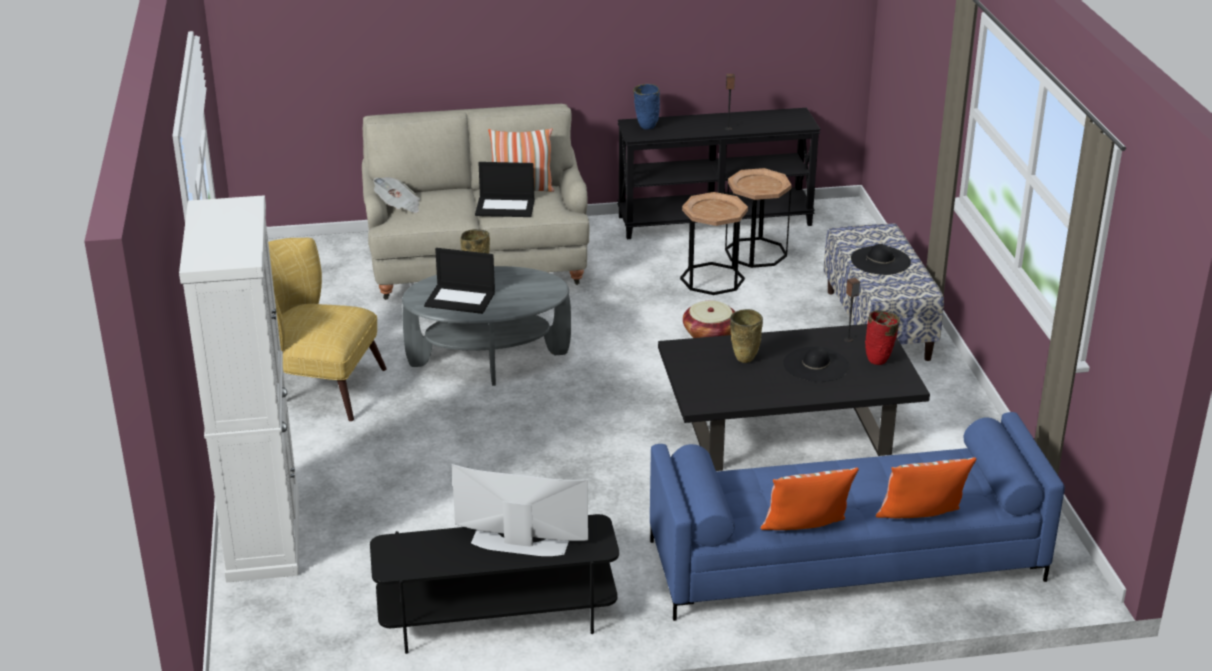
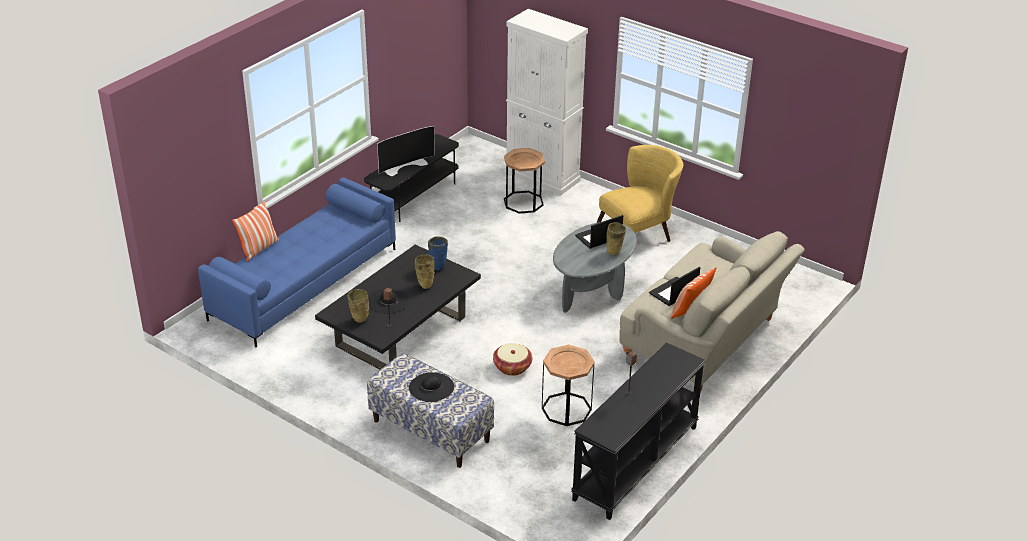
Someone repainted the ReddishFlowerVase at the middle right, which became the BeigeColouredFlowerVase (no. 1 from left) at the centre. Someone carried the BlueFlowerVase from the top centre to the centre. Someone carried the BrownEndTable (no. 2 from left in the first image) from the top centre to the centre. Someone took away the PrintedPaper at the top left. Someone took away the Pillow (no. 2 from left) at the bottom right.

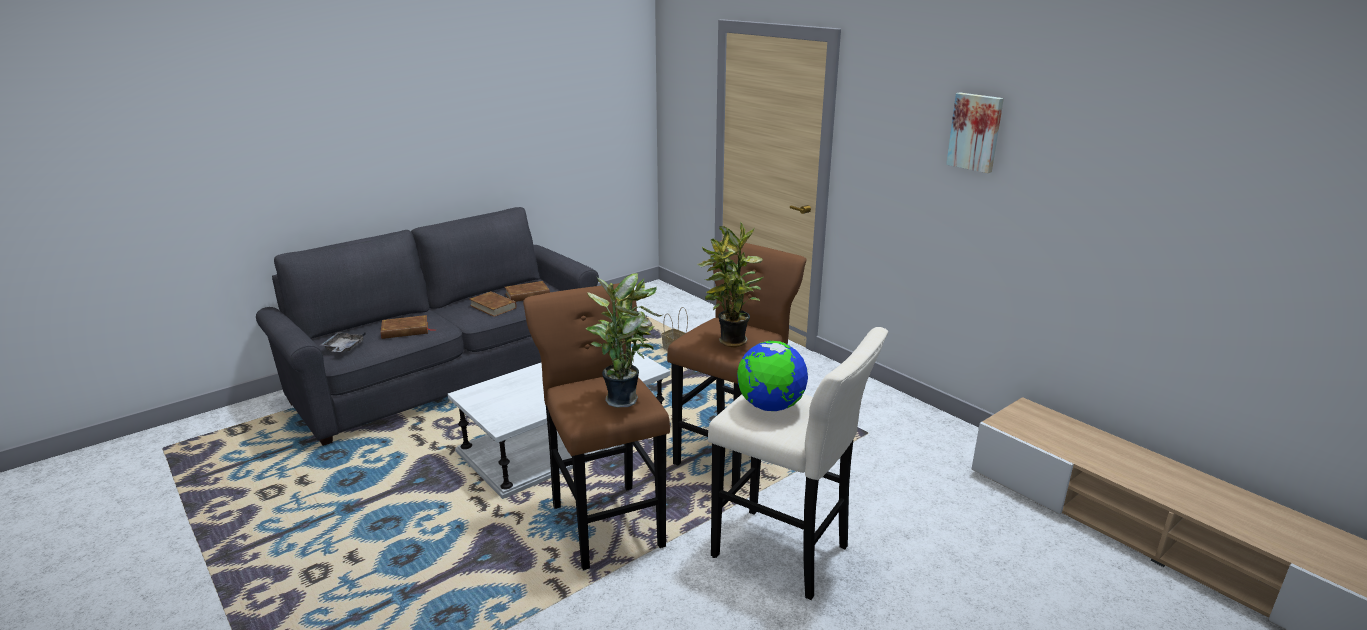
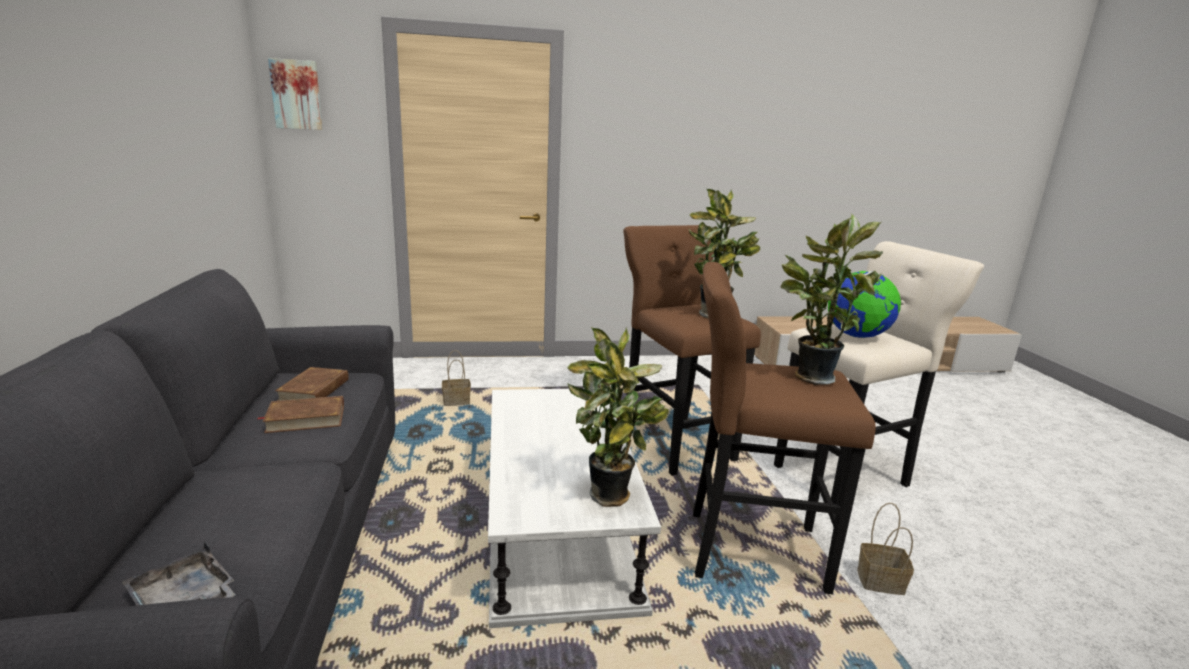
Someone carried the WallPicture from the top right to the top left. Someone put down the PlantInAPot (no. 1 from left) at the centre. Someone put down the HouseholdBasket (no. 2 from left) at the bottom right. Someone took away the BrownBook (no. 1 from left) at the middle left.

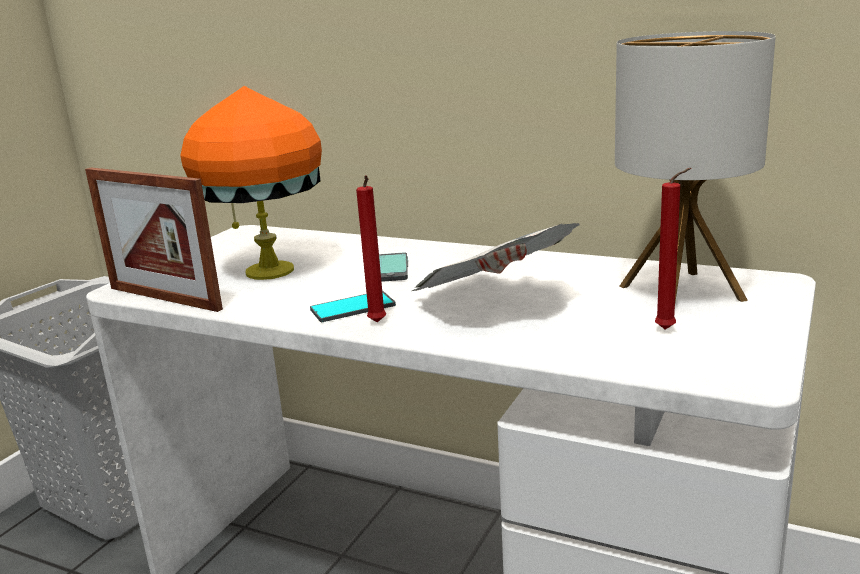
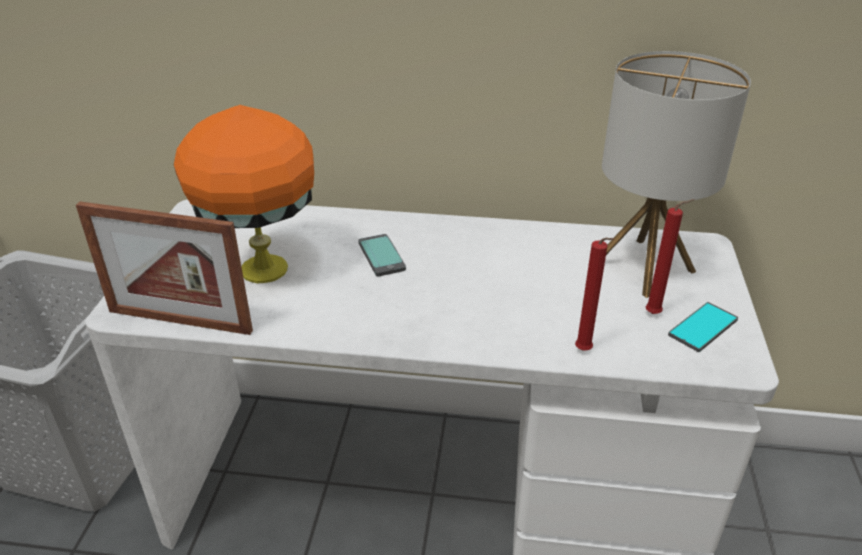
Someone carried the ReddishWaxLight (no. 1 from left) from the centre to the middle right. Someone carried the Handset (no. 1 from left in the first image) from the centre to the middle right. Someone took away the PrintedPaper at the centre.

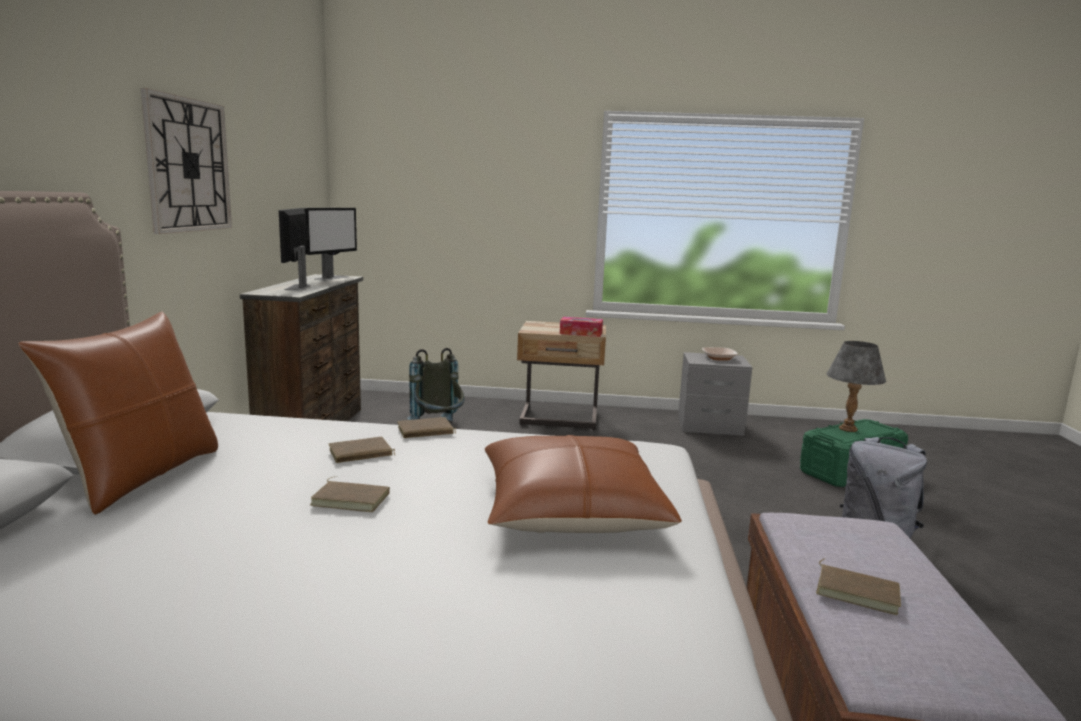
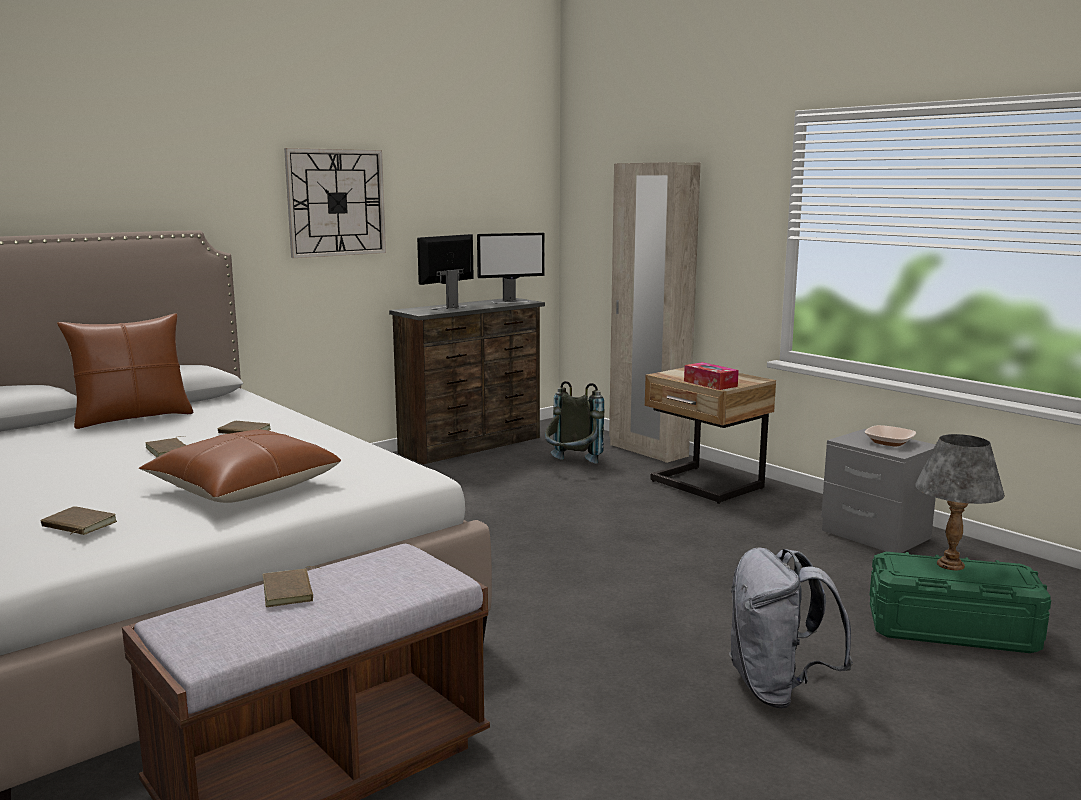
Someone carried the BrownBook (no. 3 from left in the first image) from the centre to the middle left. Someone put down the BeigeColouredClothesCupboard at the centre.

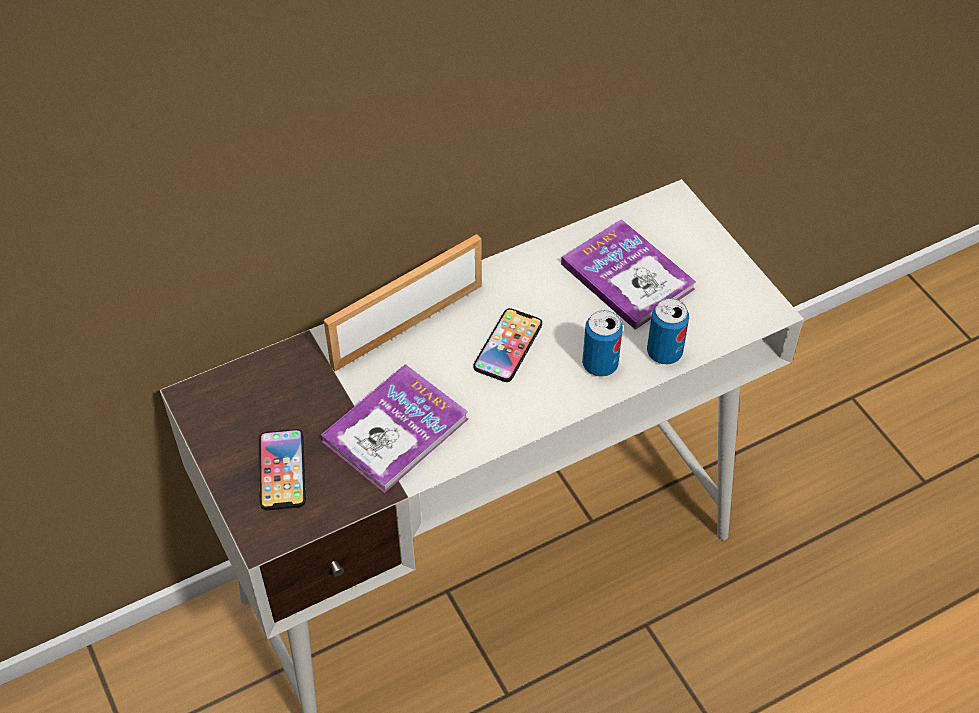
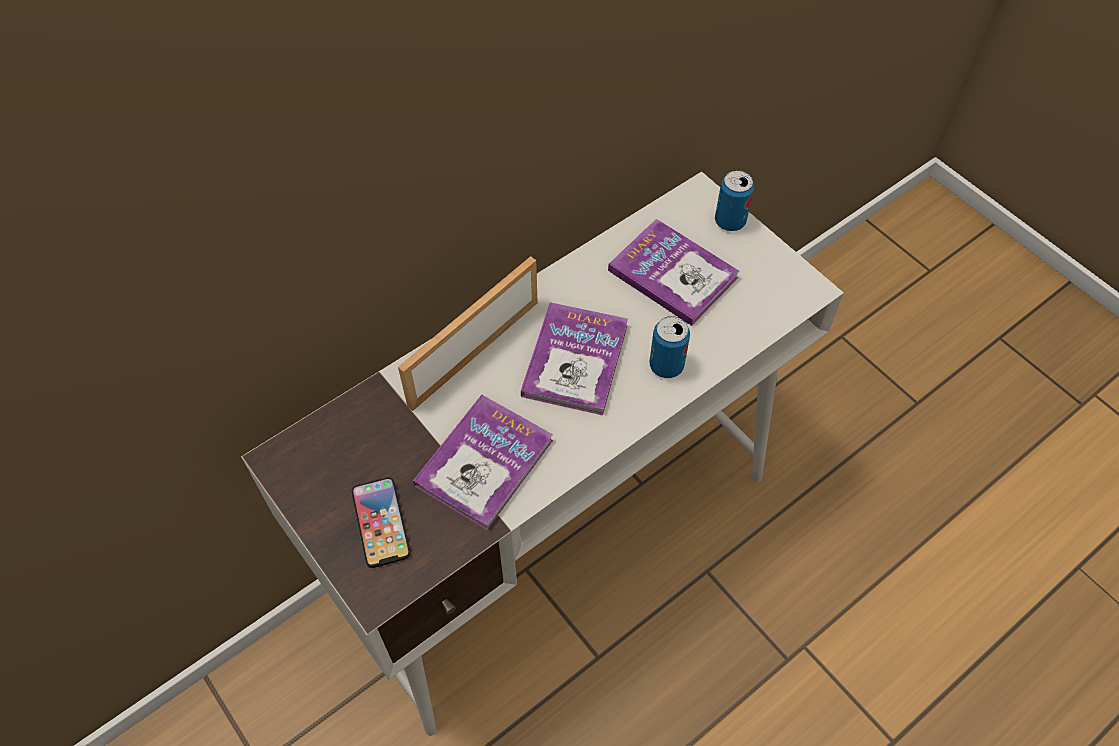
Someone swapped the Handset (no. 2 from left) at the centre for the Book (no. 2 from left) at the centre. Someone carried the SealedCan (no. 2 from left) from the middle right to the top centre.

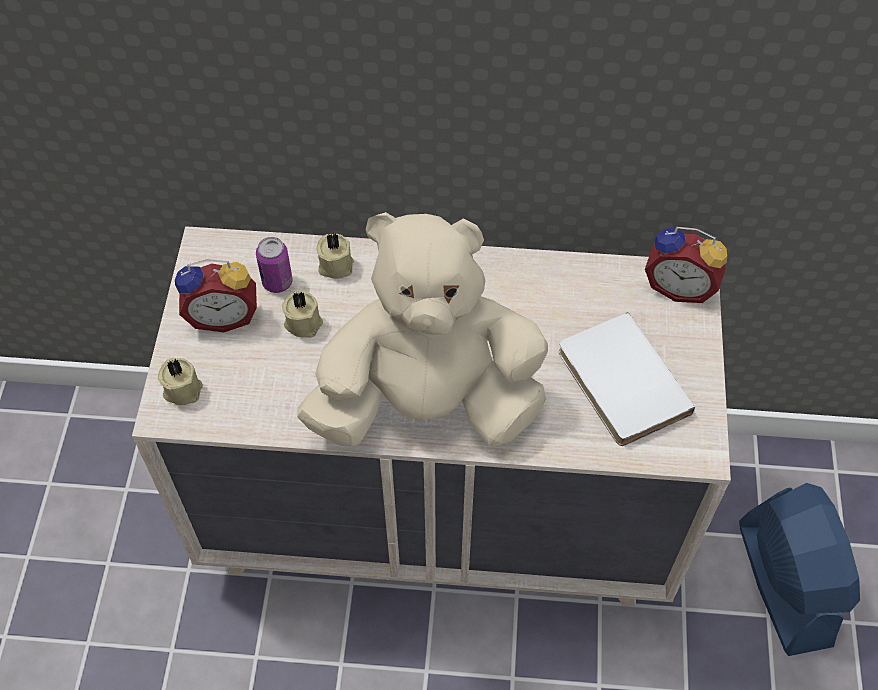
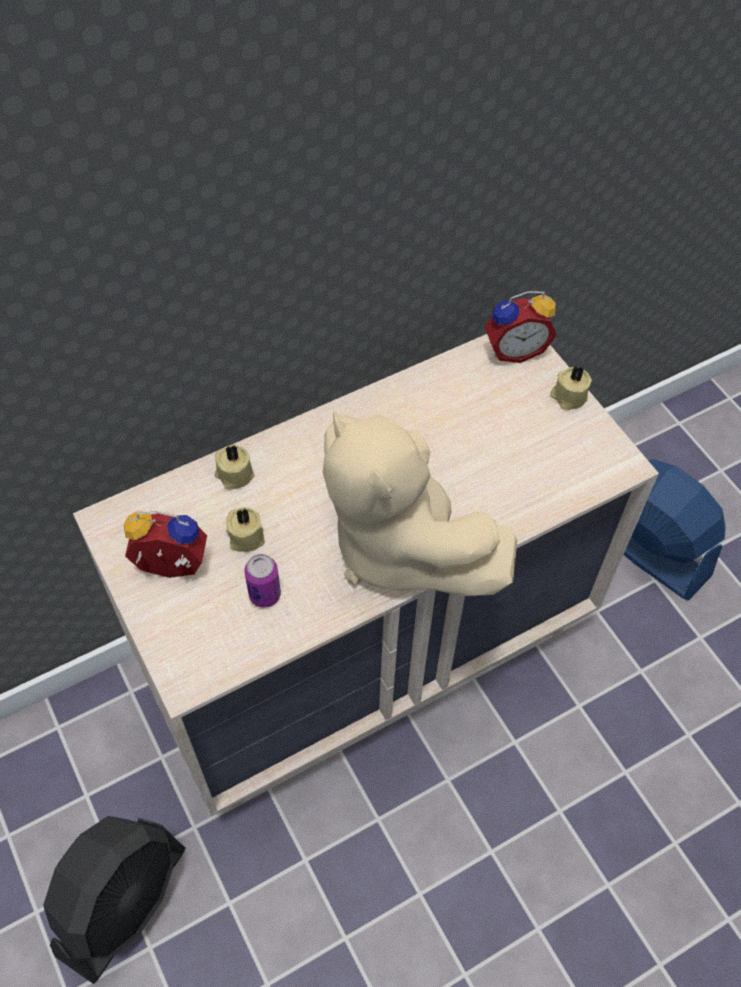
Someone put down the BlackishCoolingFan at the bottom left. Someone rotated the AlarmClock (no. 1 from left) at the middle left by 135 degrees counterclockwise. Someone carried the SealedCan from the middle left to the centre. Someone rotated the BeigeColouredPlushToy at the centre by 90 degrees counterclockwise. Someone carried the BeigeColouredWaxLight (no. 1 from left in the first image) from the middle left to the middle right. Someone took away the WhiteColouredBook at the middle right.

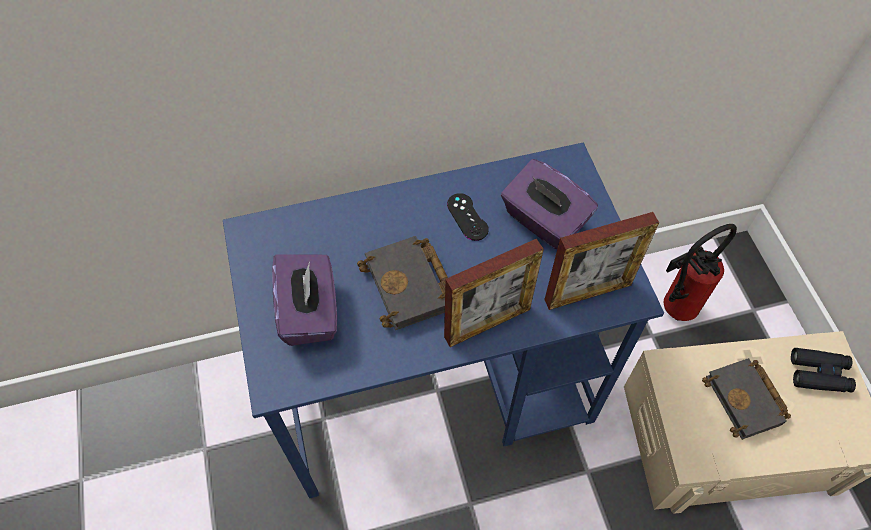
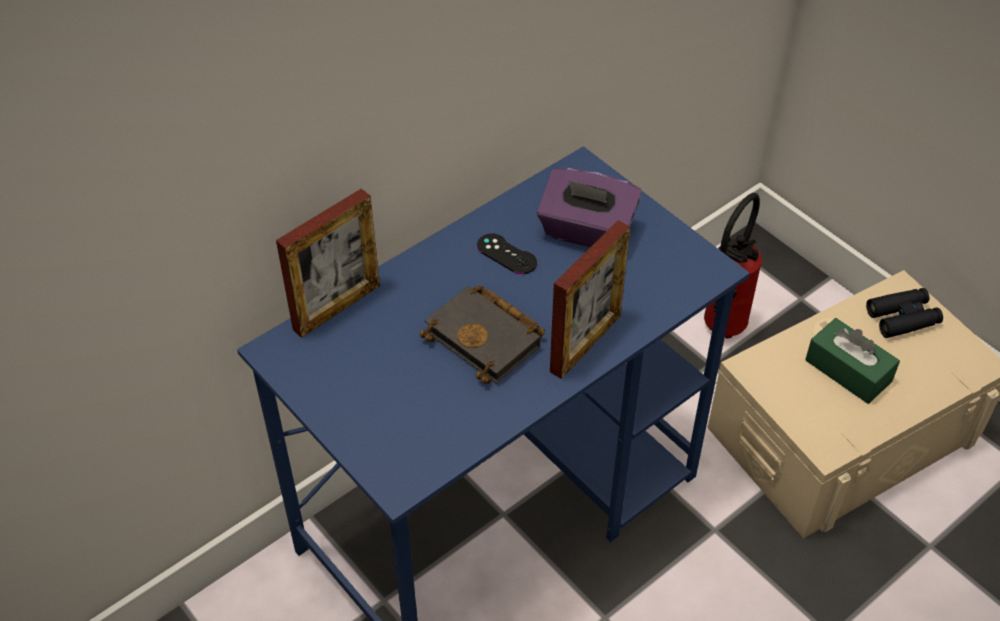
Someone carried the StandingFrame (no. 2 from left in the first image) from the middle right to the middle left. Someone swapped the BlackishBook (no. 2 from left) at the bottom right for the GreenishTissueHolder at the middle right. Someone took away the PurpleColouredTissueHolder (no. 1 from left) at the centre.

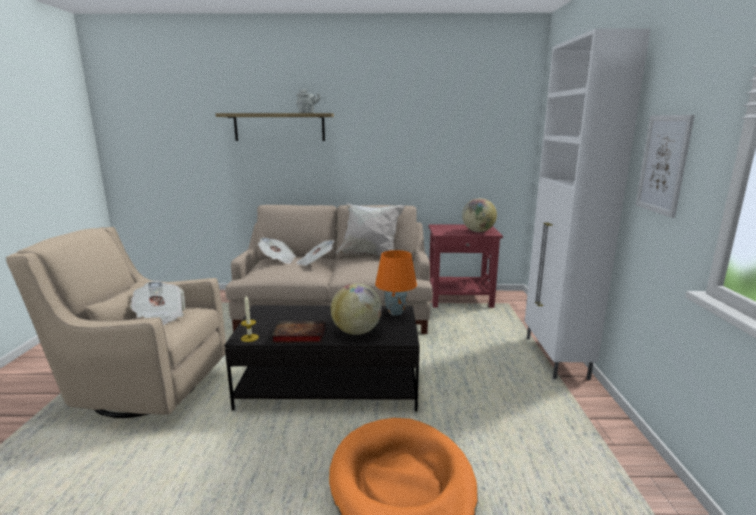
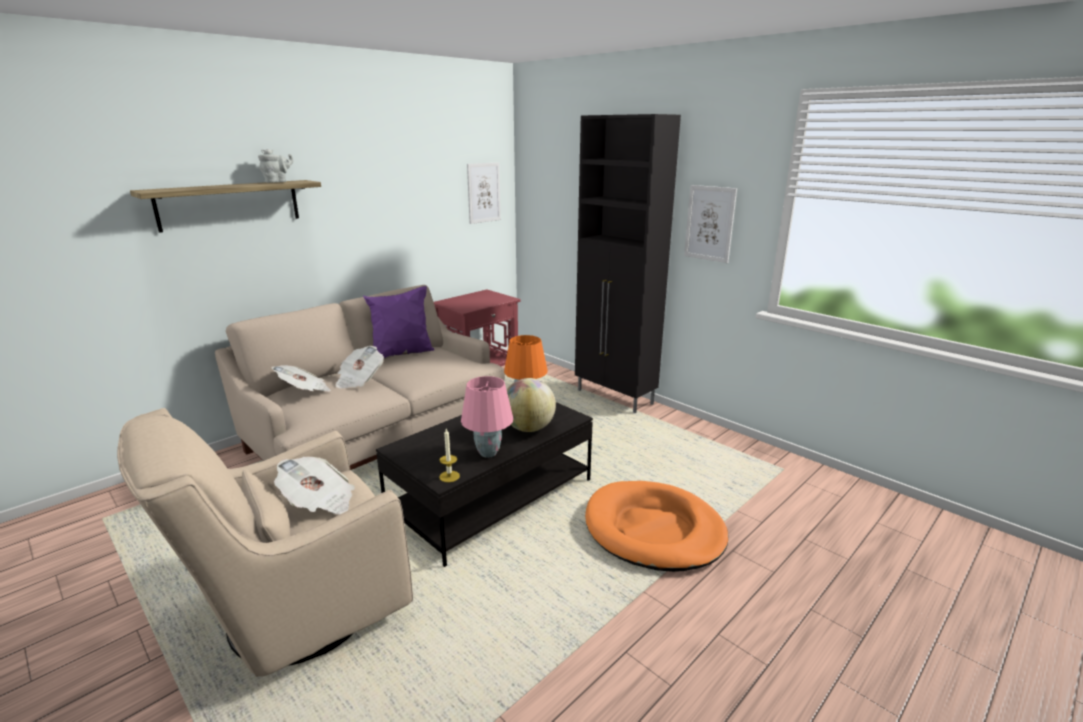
Someone repainted the WhiteColouredPillow at the centre, which became the PurpleColouredPillow at the centre. Someone swapped the Book at the centre for the PinkColouredLampForATable at the centre. Someone put up the WallPicture (no. 1 from left) at the top centre. Someone repainted the WhiteColouredCabinet at the middle right, which became the BlackishCabinet at the centre. Someone took away the DeskGlobe (no. 2 from left) at the centre.

